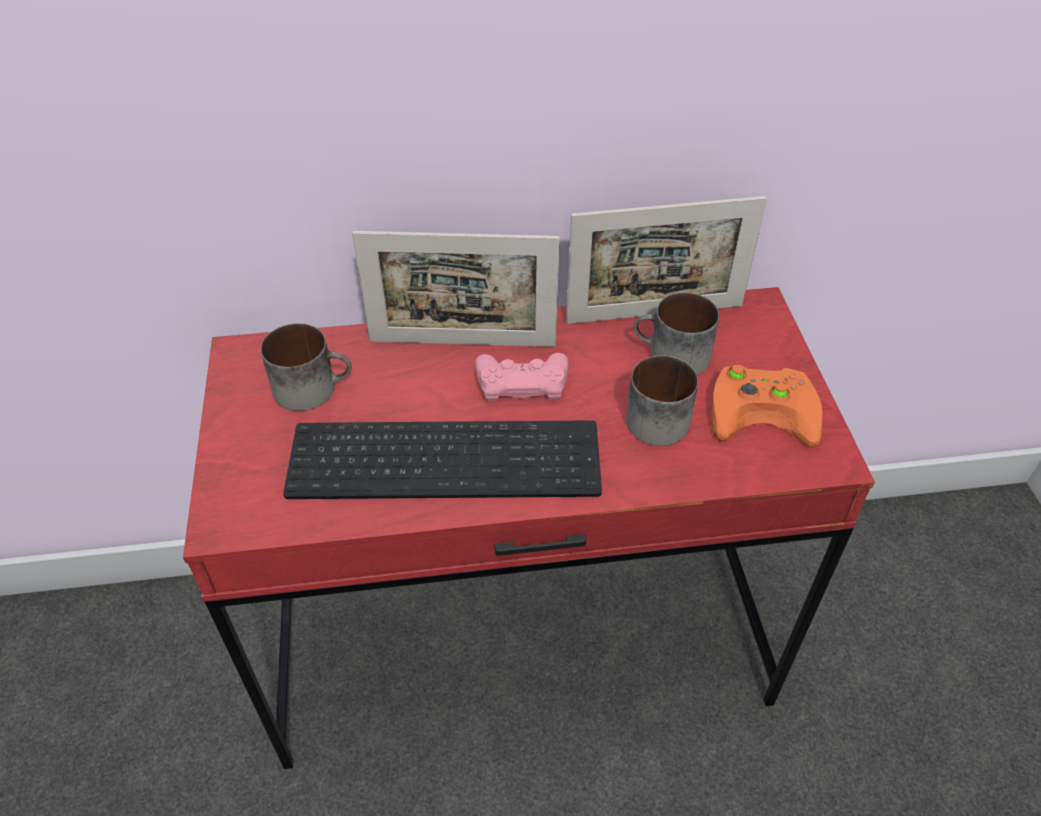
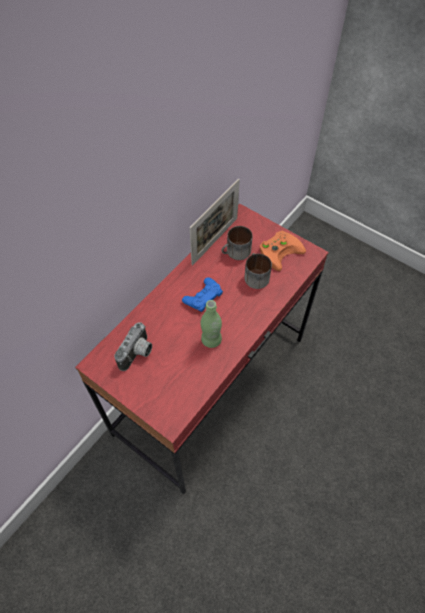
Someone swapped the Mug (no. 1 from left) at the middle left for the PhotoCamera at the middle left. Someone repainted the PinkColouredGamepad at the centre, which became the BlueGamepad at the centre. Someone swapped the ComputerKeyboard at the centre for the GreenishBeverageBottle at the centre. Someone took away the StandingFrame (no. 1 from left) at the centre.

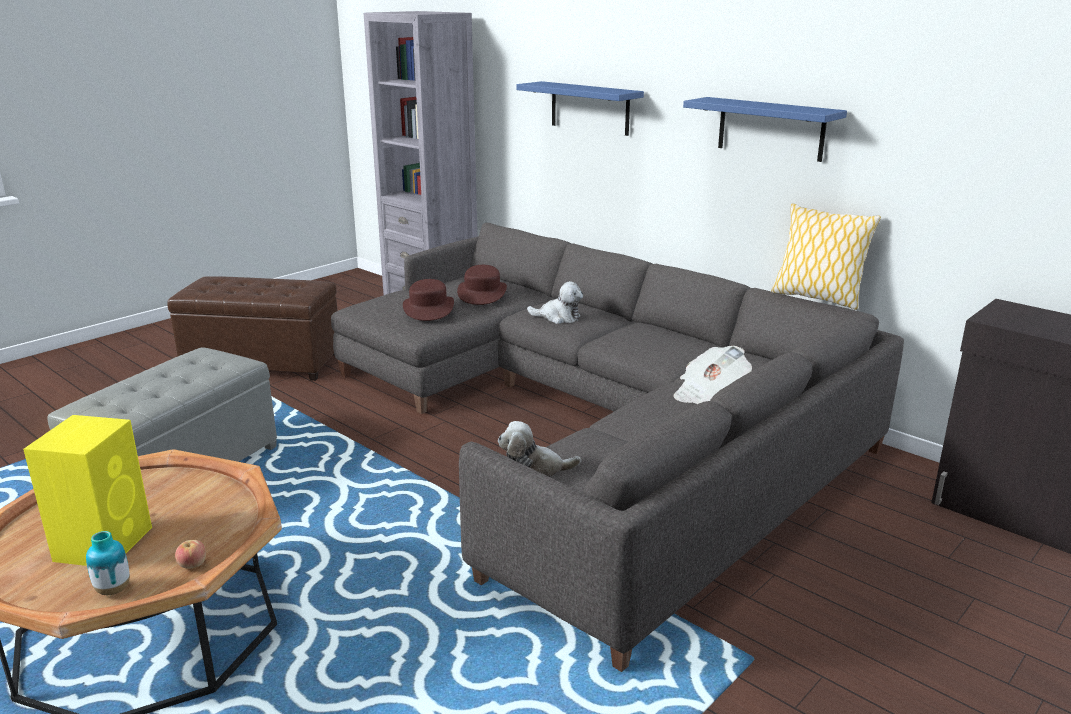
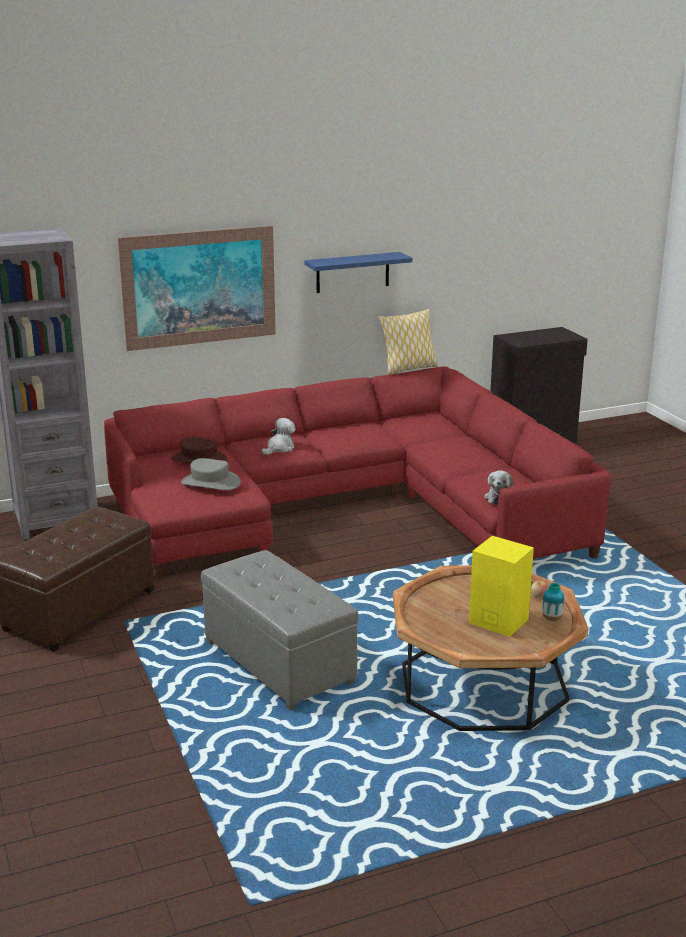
Someone repainted the GreySofa at the centre, which became the ReddishSofa at the centre. Someone swapped the BlueWallShelf (no. 1 from left) at the top centre for the WallPicture at the top left. Someone repainted the BrownHat (no. 1 from left) at the centre, which became the GreyHat at the middle left. Someone took away the PrintedPaper at the centre.

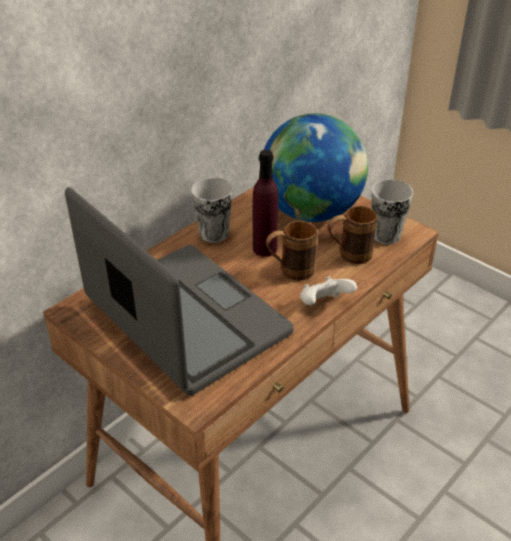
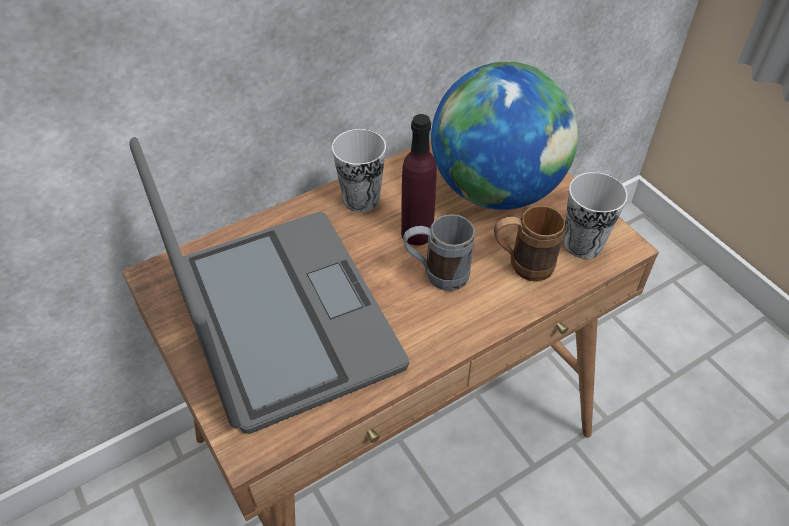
Someone repainted the BrownMug (no. 1 from left) at the centre, which became the GreyMug at the centre. Someone took away the WhiteColouredGamepad at the centre.

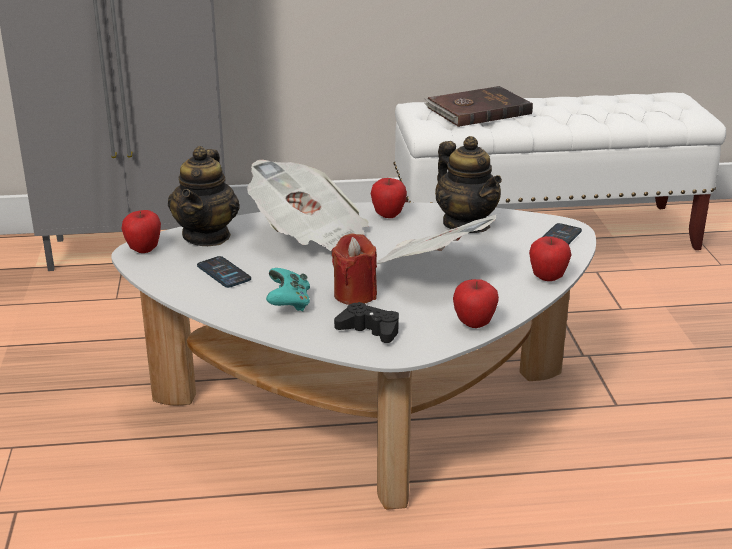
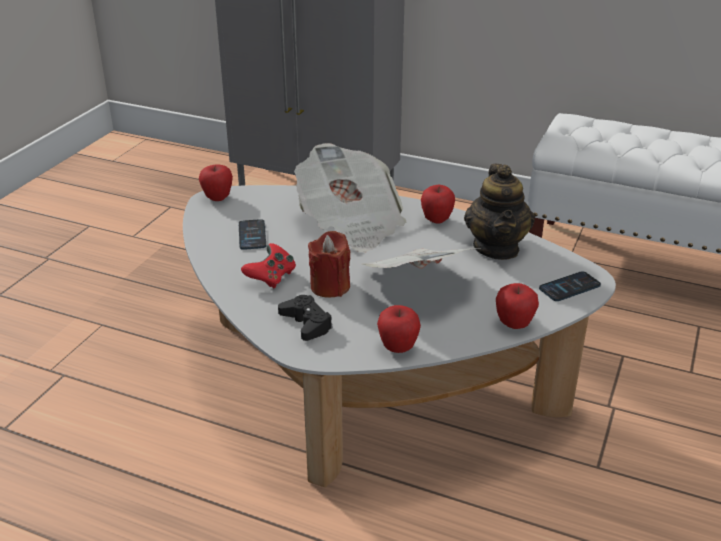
Someone repainted the BlueGreenGamepad at the centre, which became the ReddishGamepad at the centre. Someone took away the Teapot (no. 1 from left) at the middle left. Someone took away the BrownBook at the top centre.

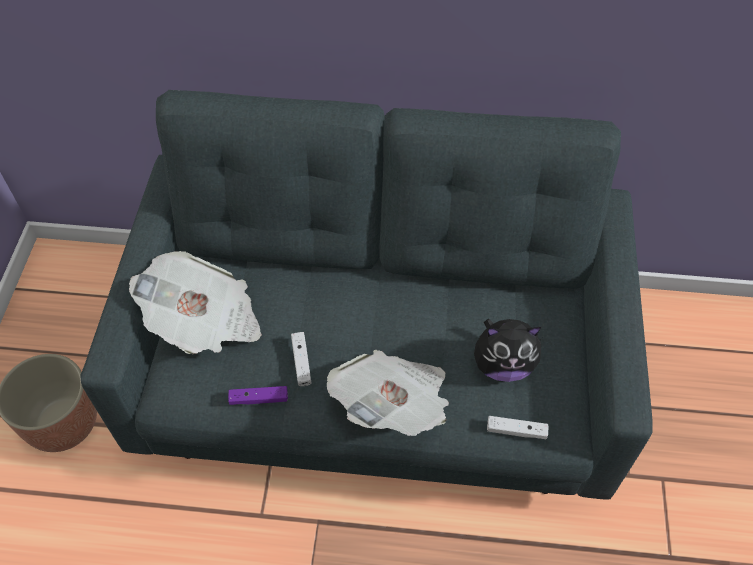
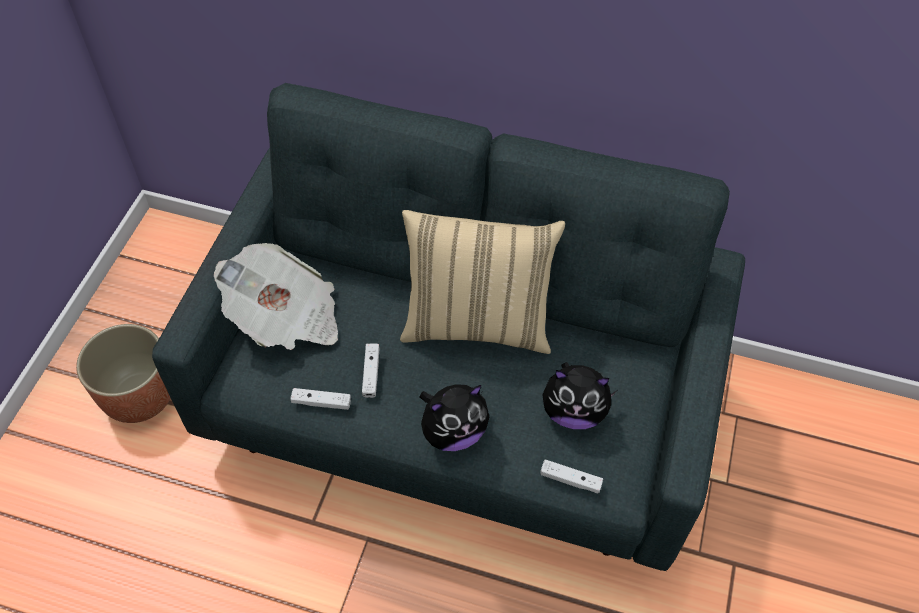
Someone repainted the PurpleColouredGamepad at the bottom centre, which became the WhiteColouredGamepad (no. 1 from left) at the centre. Someone put down the BeigeColouredPillow at the centre. Someone swapped the PrintedPaper (no. 2 from left) at the bottom centre for the PlushToy (no. 1 from left) at the bottom centre.

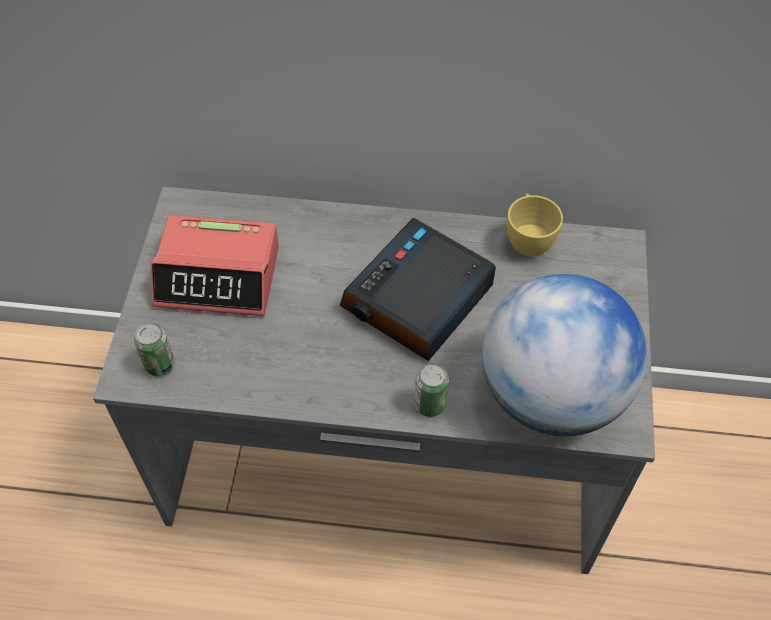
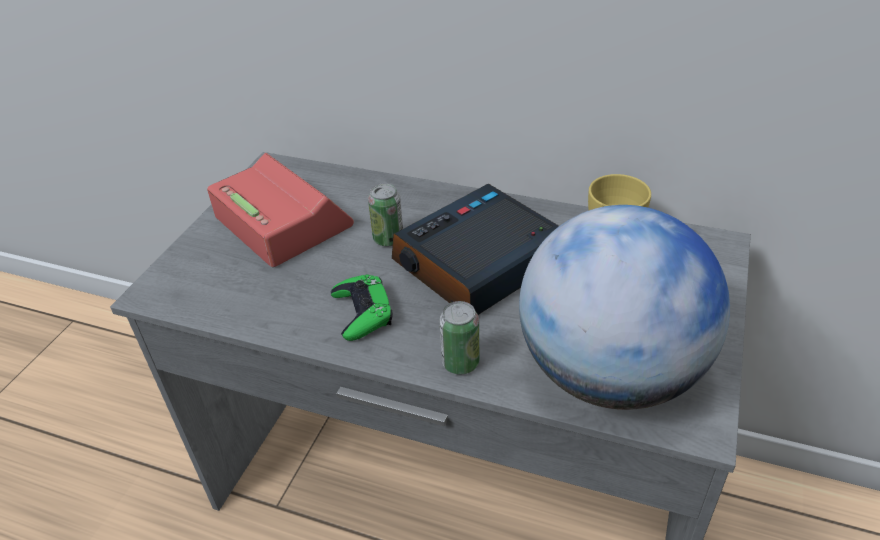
Someone rotated the AlarmClock (no. 1 from left) at the middle left by 150 degrees counterclockwise. Someone put down the GreenishGamepad at the centre. Someone carried the SealedCan (no. 1 from left) from the middle left to the centre.

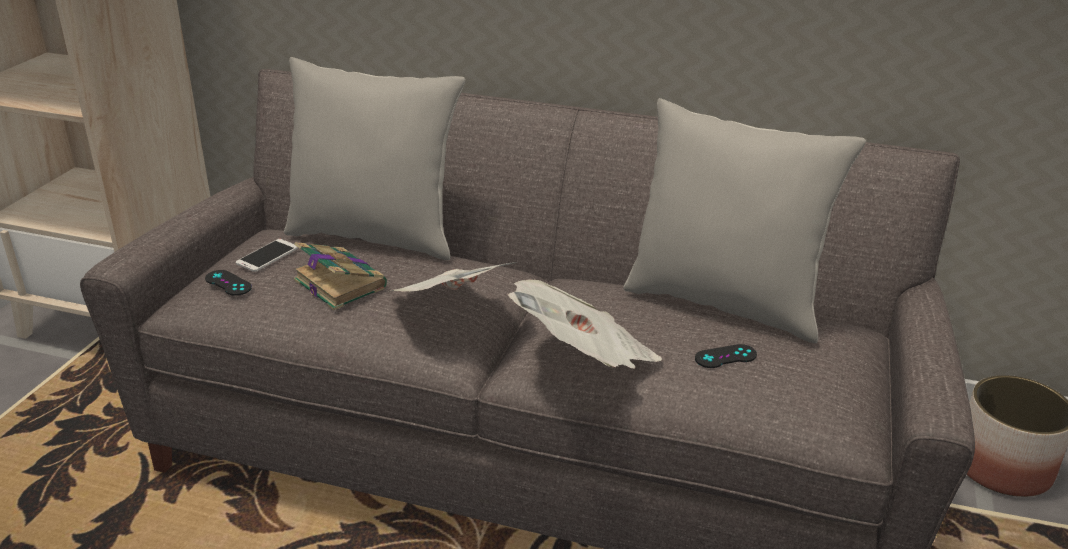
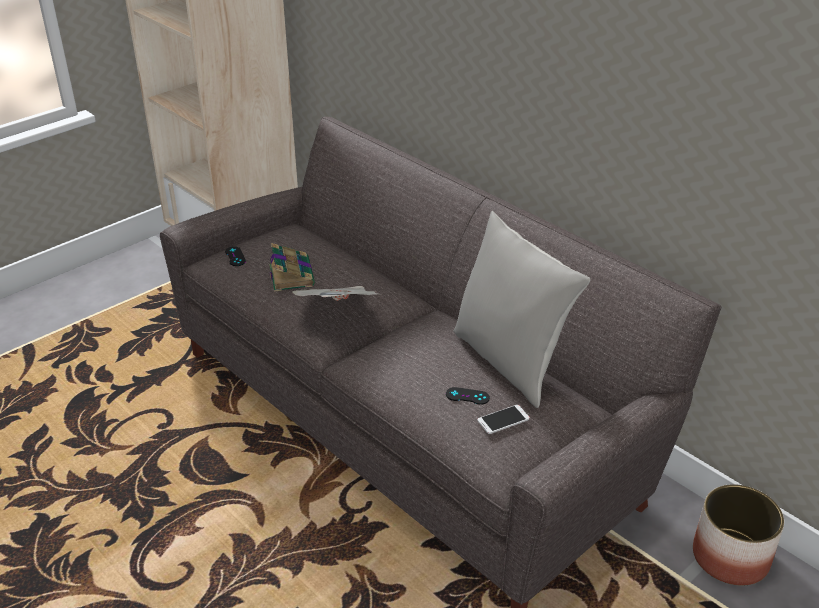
Someone carried the Handset from the middle left to the bottom centre. Someone took away the GreyPillow (no. 1 from left) at the top centre. Someone took away the PrintedPaper (no. 2 from left) at the centre.

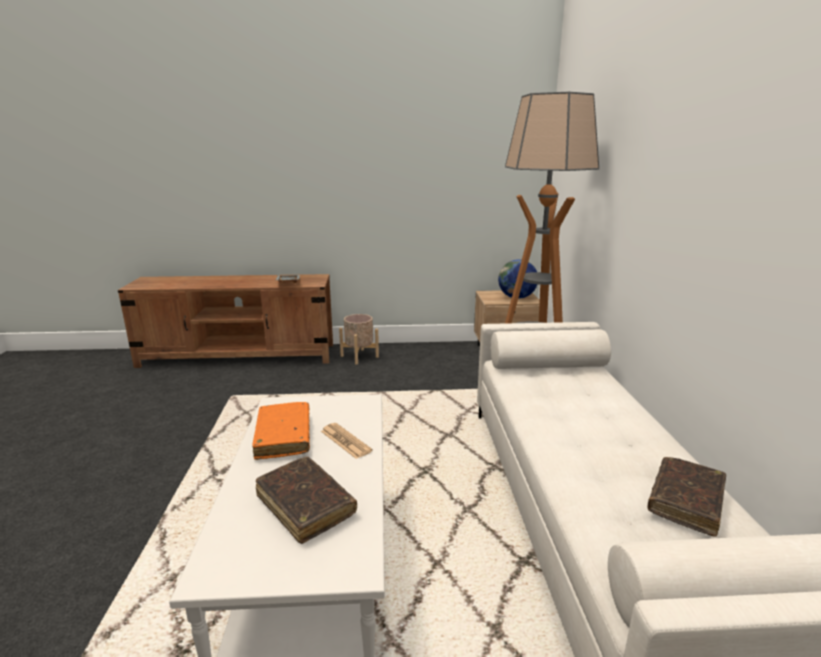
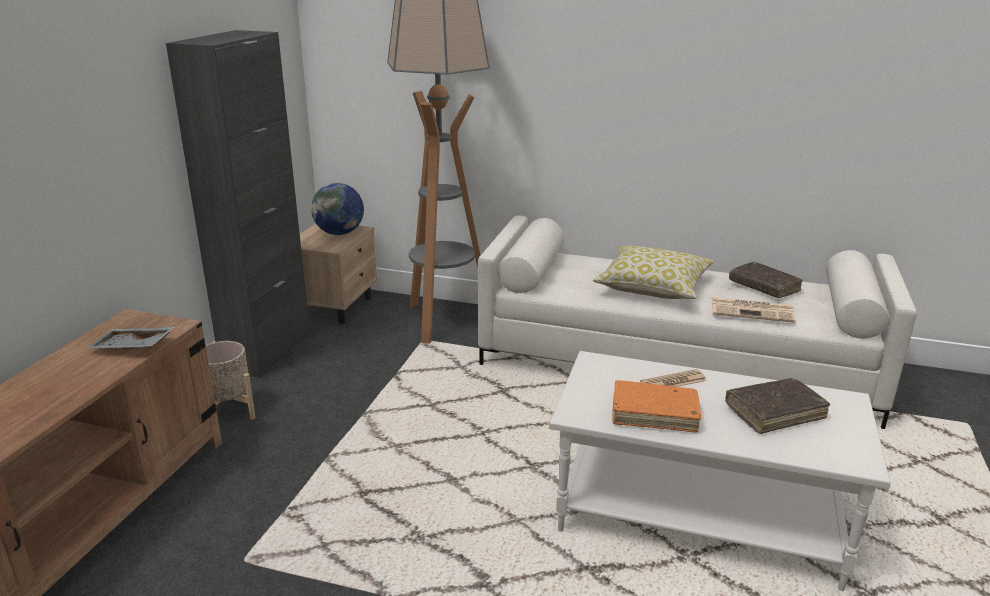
Someone put down the BlackishCabinet at the middle left. Someone put down the Pillow at the centre. Someone put down the PrintedPaper (no. 2 from left) at the middle right.

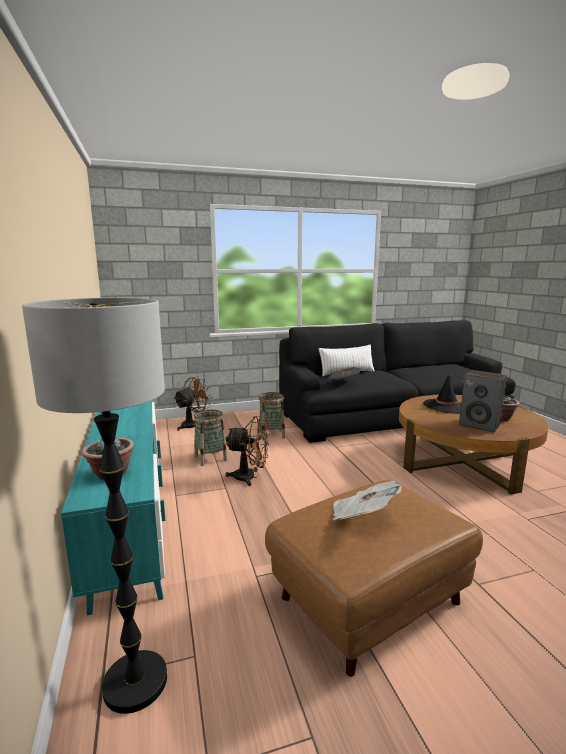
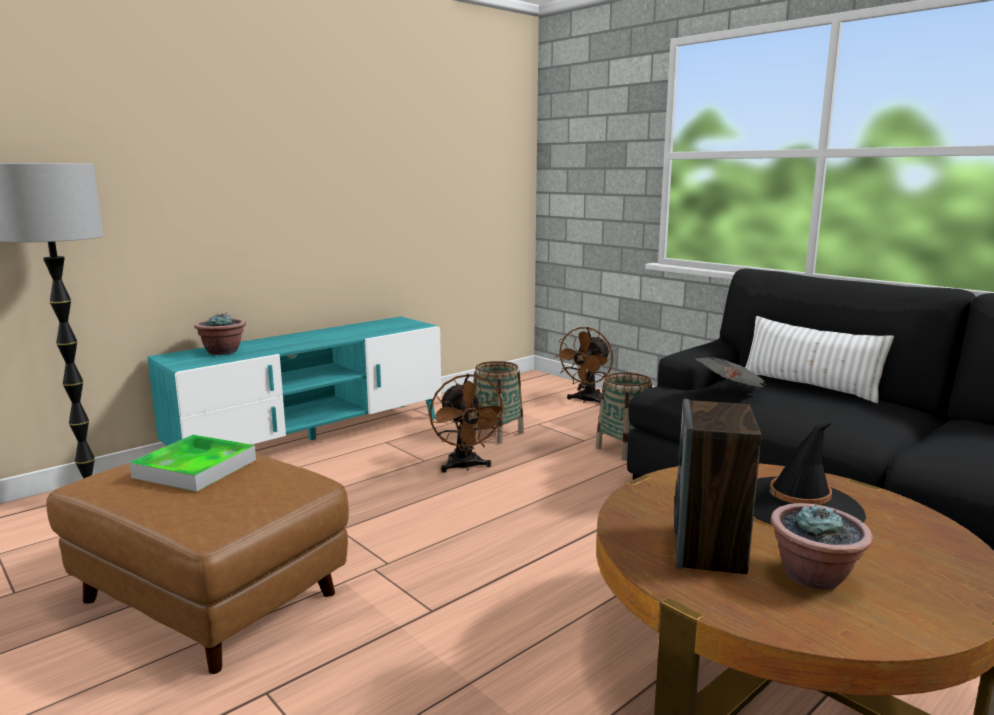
Someone swapped the PrintedPaper (no. 2 from left) at the centre for the Tray at the middle left. Someone rotated the BrownCoolingFan (no. 1 from left in the first image) at the centre by 105 degrees clockwise.

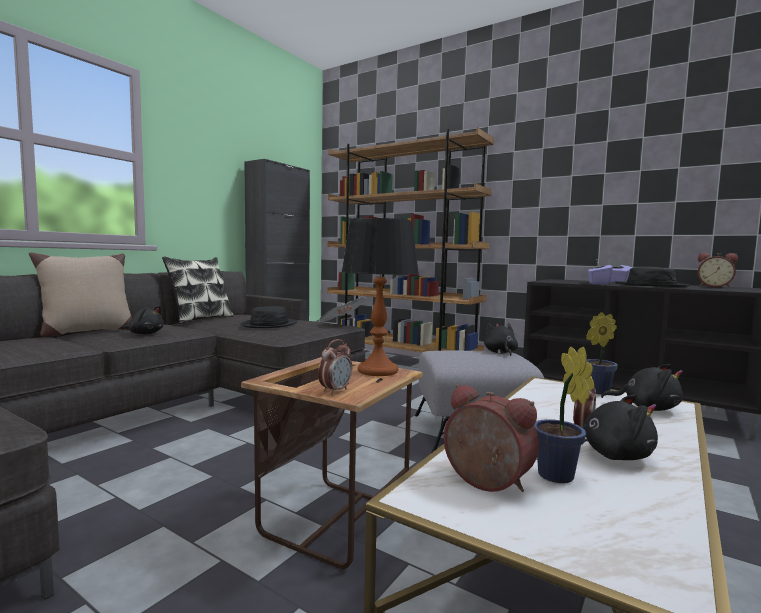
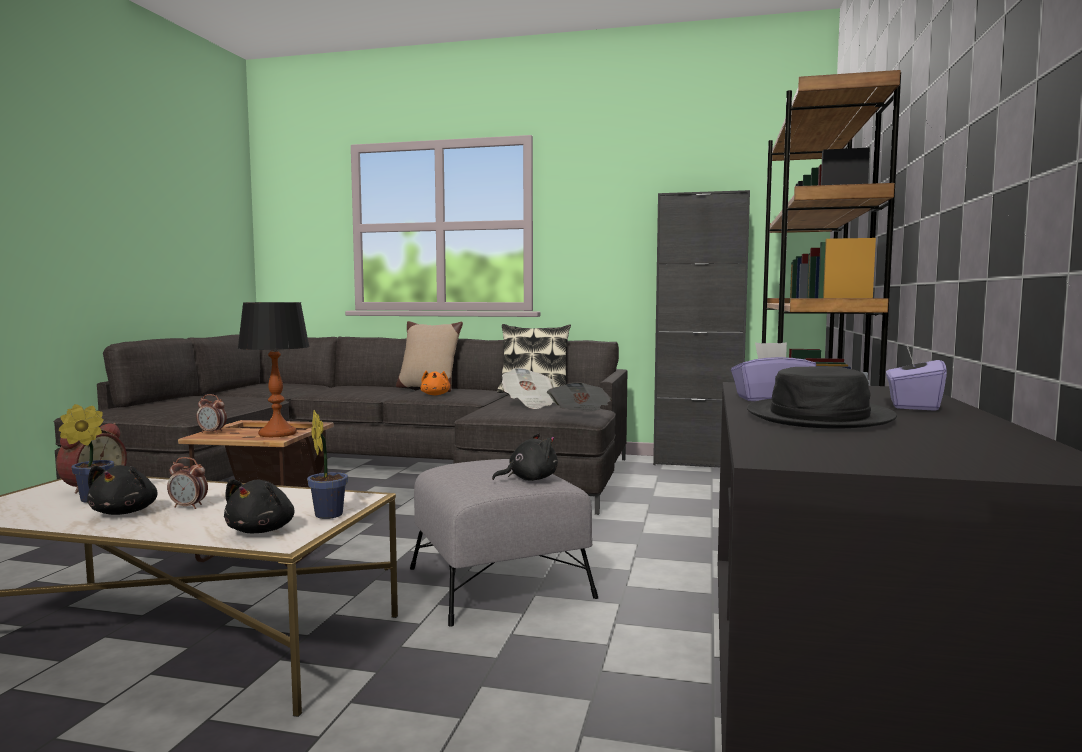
Someone repainted the BlackishPlushToy (no. 1 from left) at the middle left, which became the OrangeyPlushToy at the centre. Someone swapped the BlackishHat (no. 1 from left) at the centre for the PrintedPaper (no. 1 from left) at the centre. Someone took away the AlarmClock (no. 4 from left) at the middle right.

